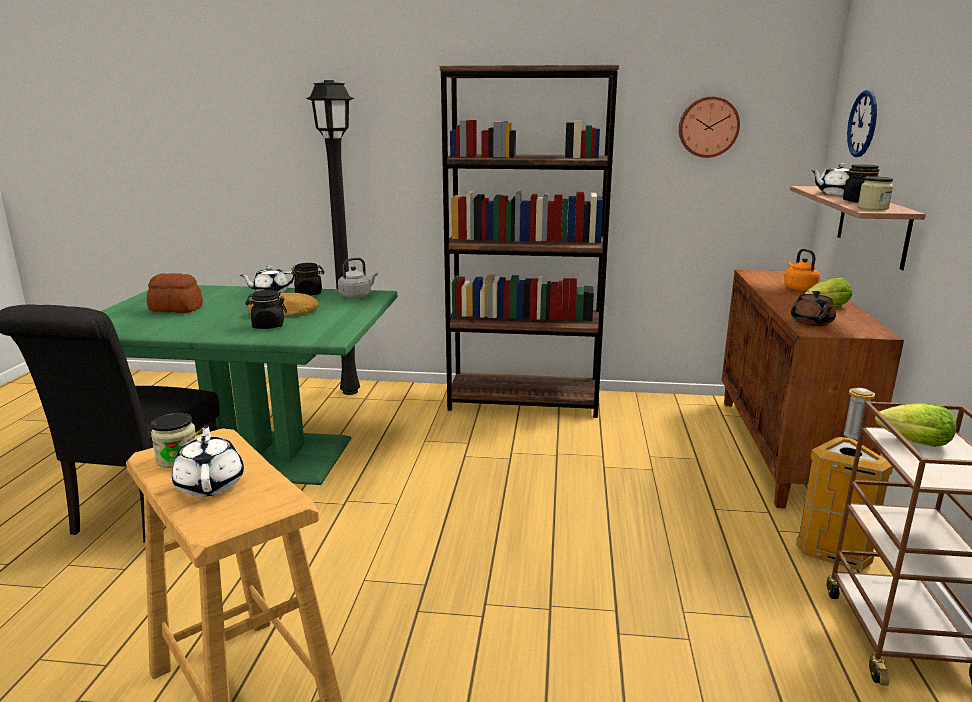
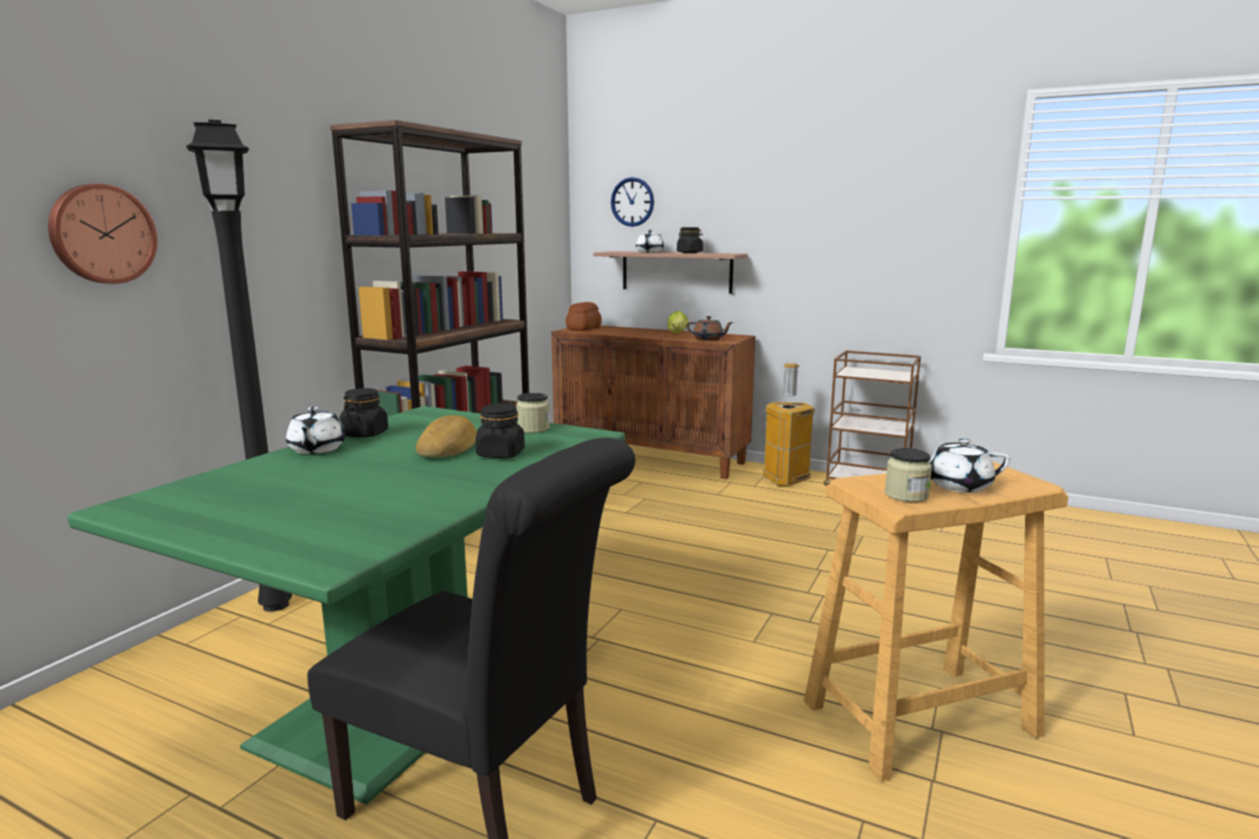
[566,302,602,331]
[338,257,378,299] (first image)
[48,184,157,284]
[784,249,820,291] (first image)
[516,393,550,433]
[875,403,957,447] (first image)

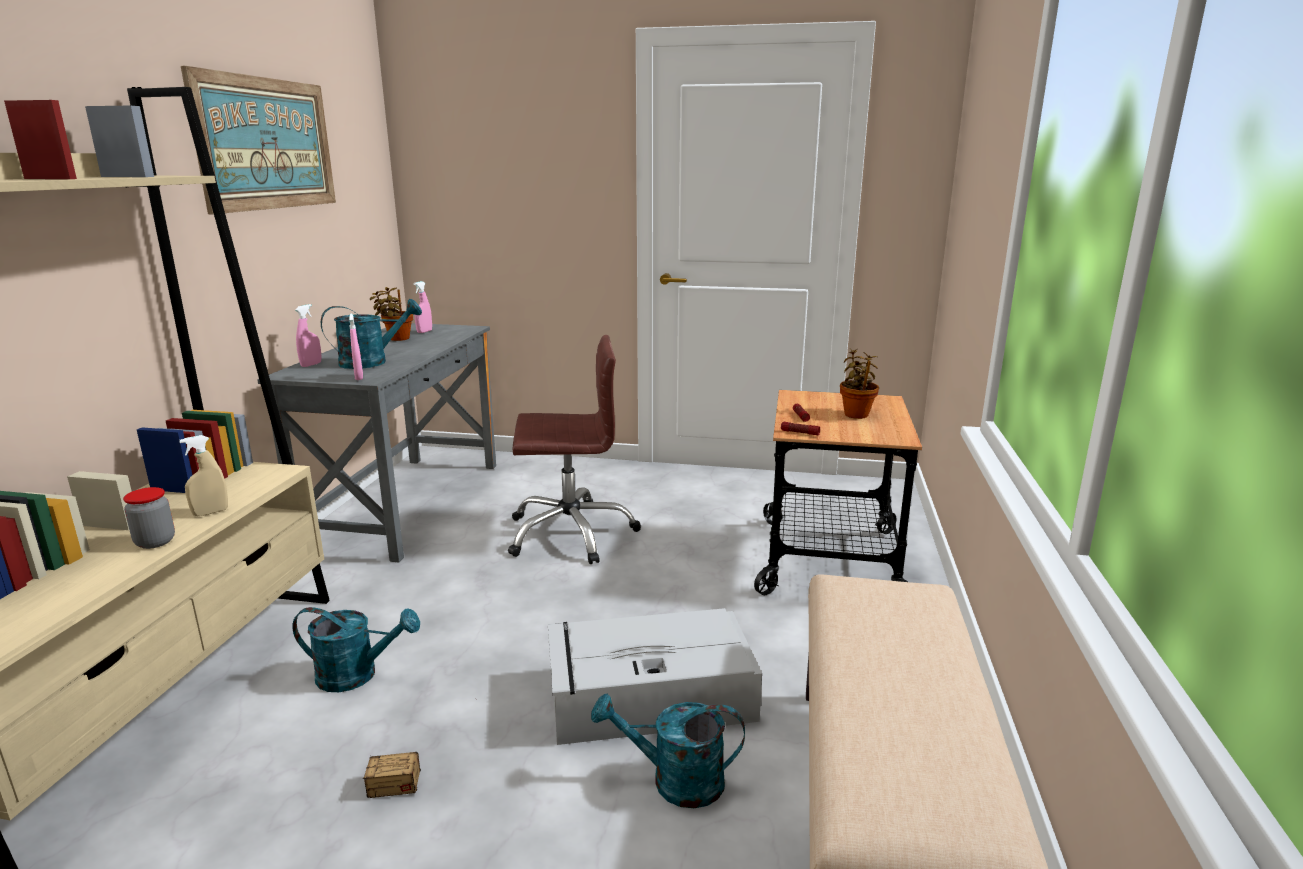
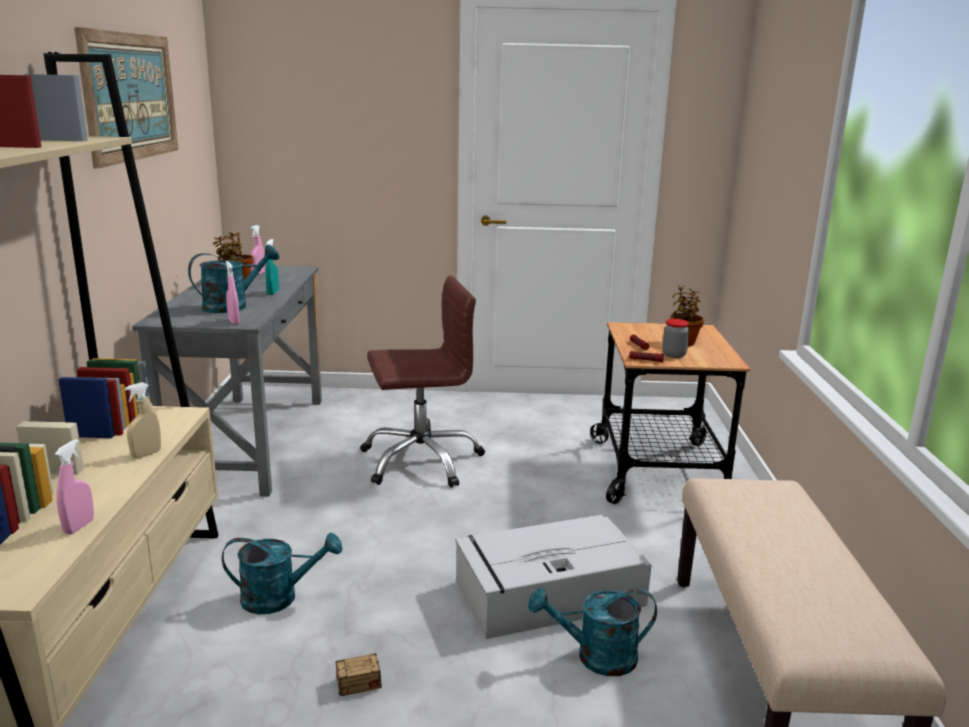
[662,319,689,358]
[55,439,94,535]
[266,239,279,295]

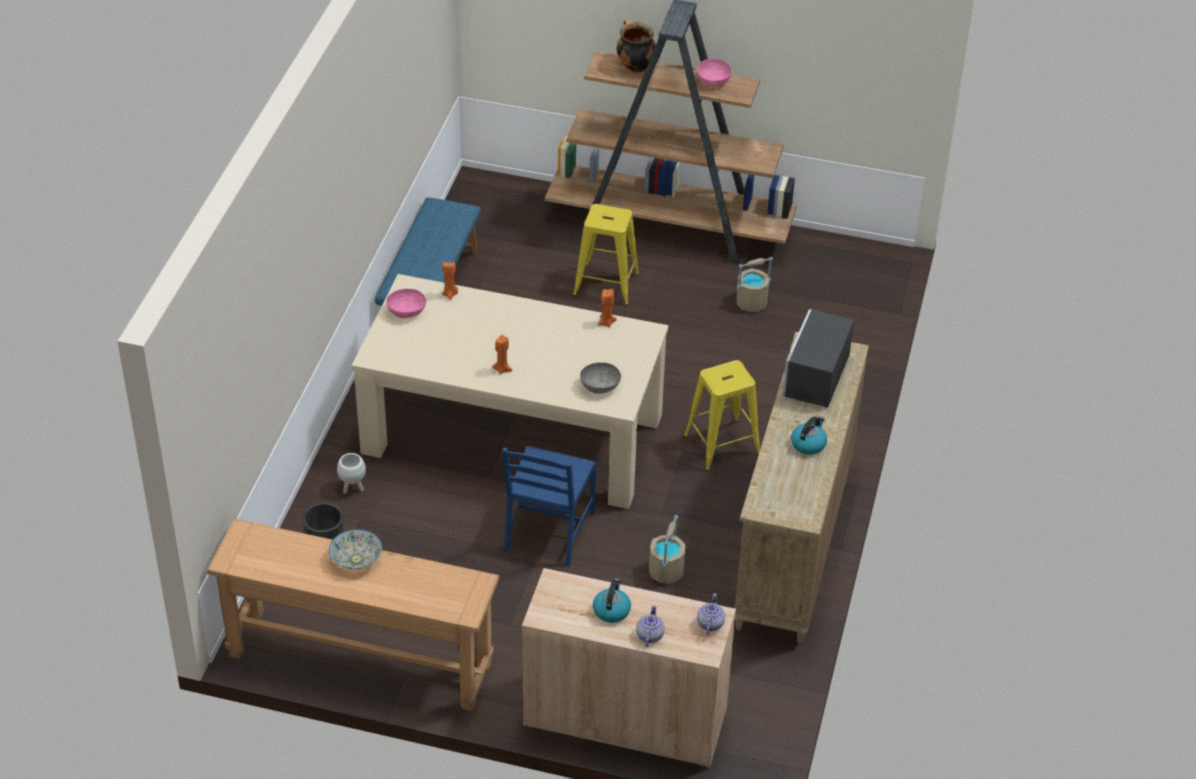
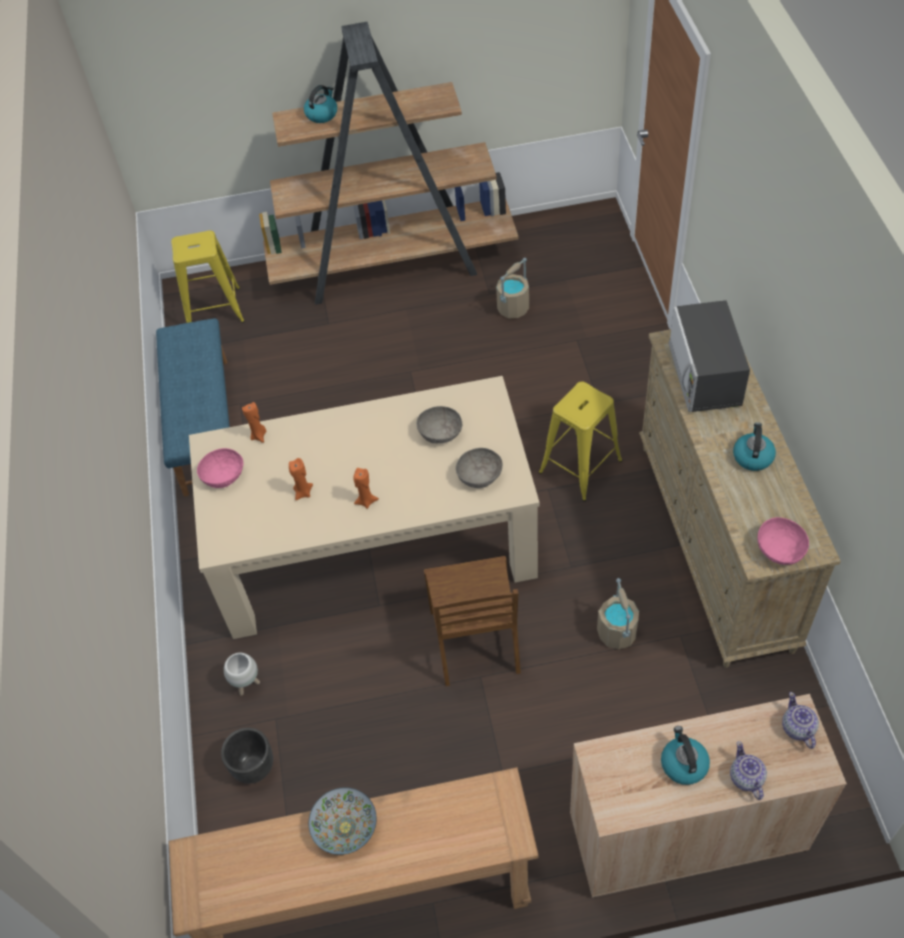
[424,556,521,686]
[171,230,245,323]
[289,458,313,500]
[304,85,337,123]
[757,517,809,565]
[416,406,462,444]

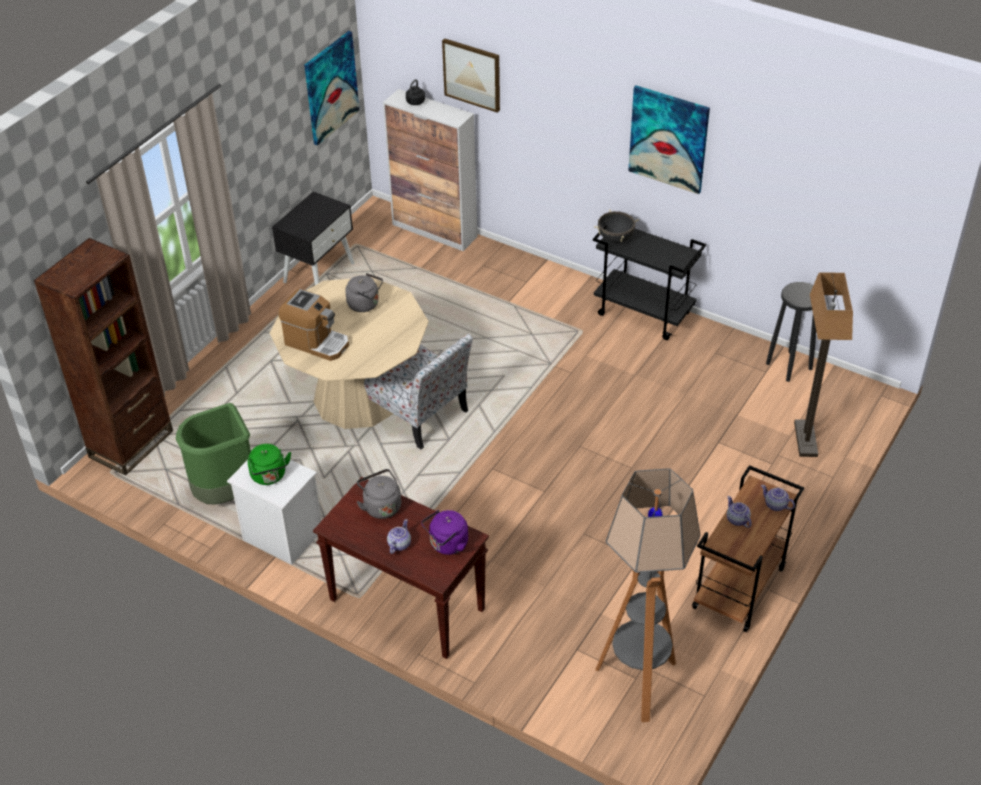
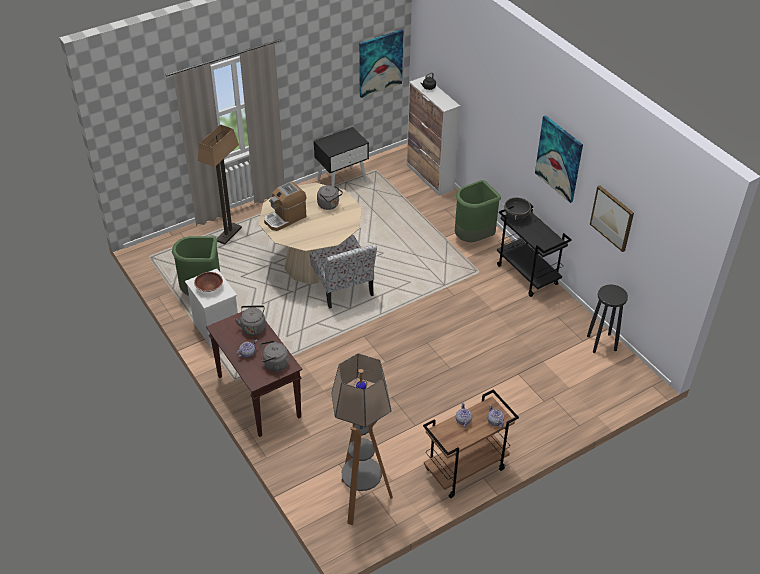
[34,238,173,475] (first image)
[194,272,223,292]
[264,182,306,231]
[260,340,289,372]
[590,185,634,252]
[198,124,242,245]
[455,180,501,242]

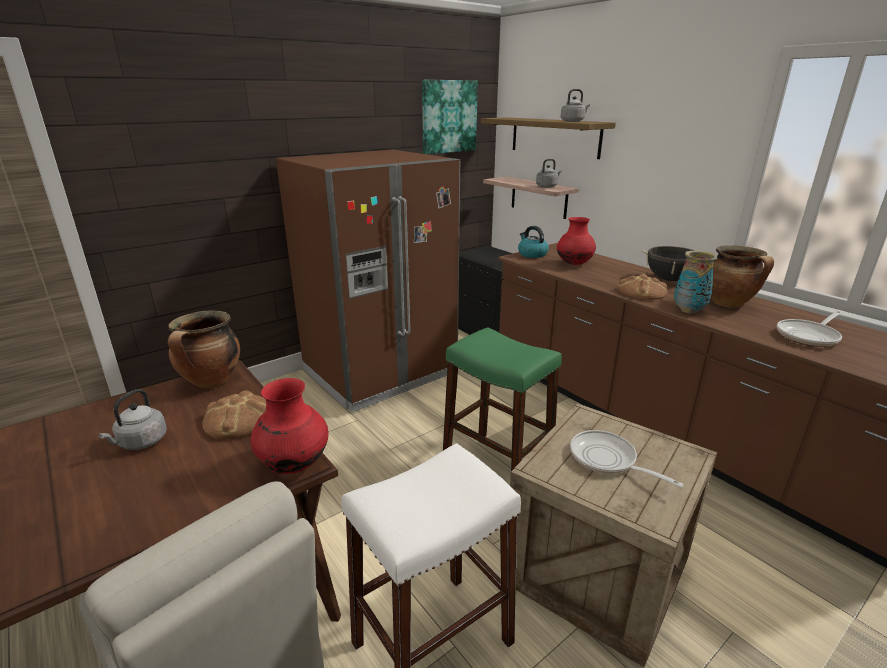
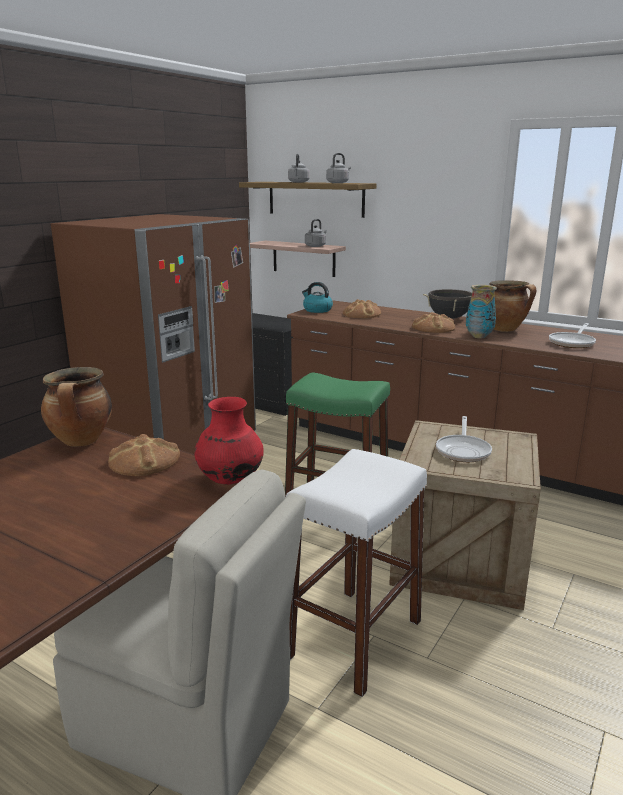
[288,154,310,182]
[422,80,478,154] (first image)
[343,299,381,318]
[436,416,492,462]

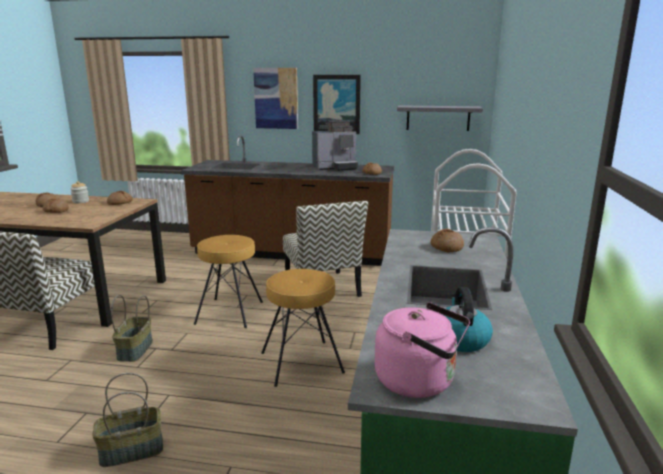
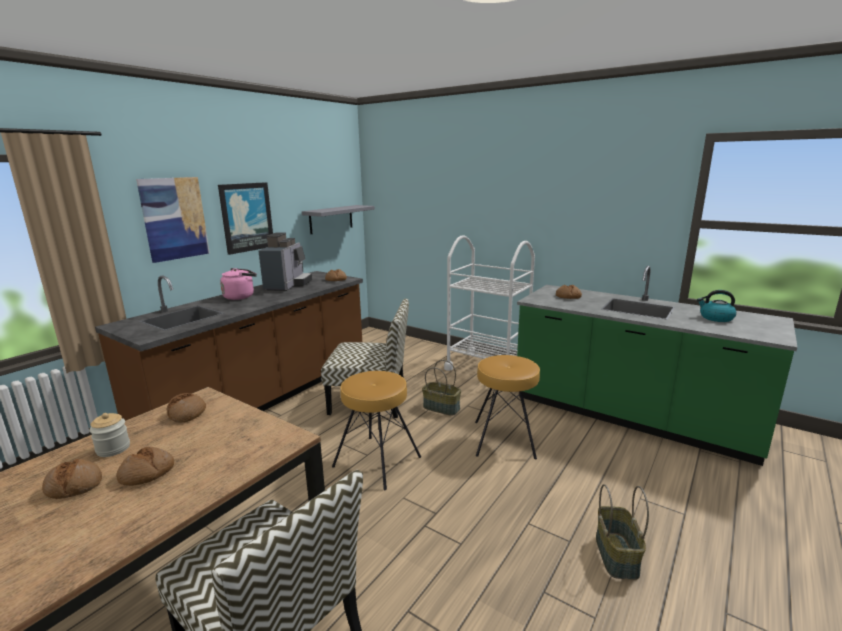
[422,360,461,416]
[220,268,257,300]

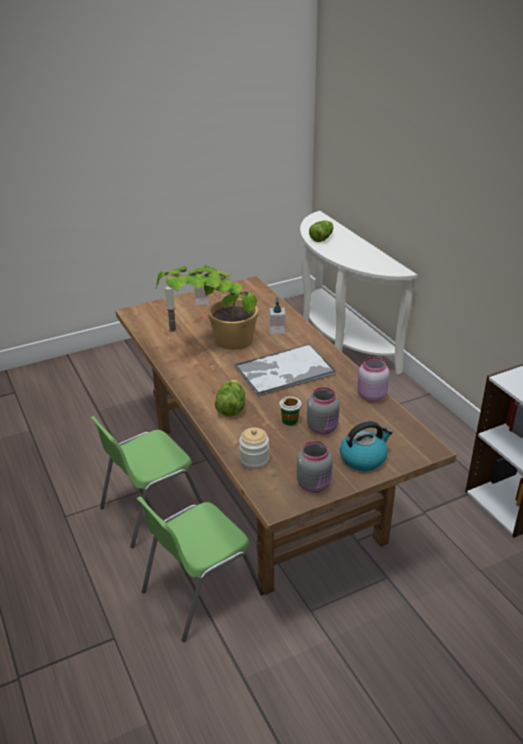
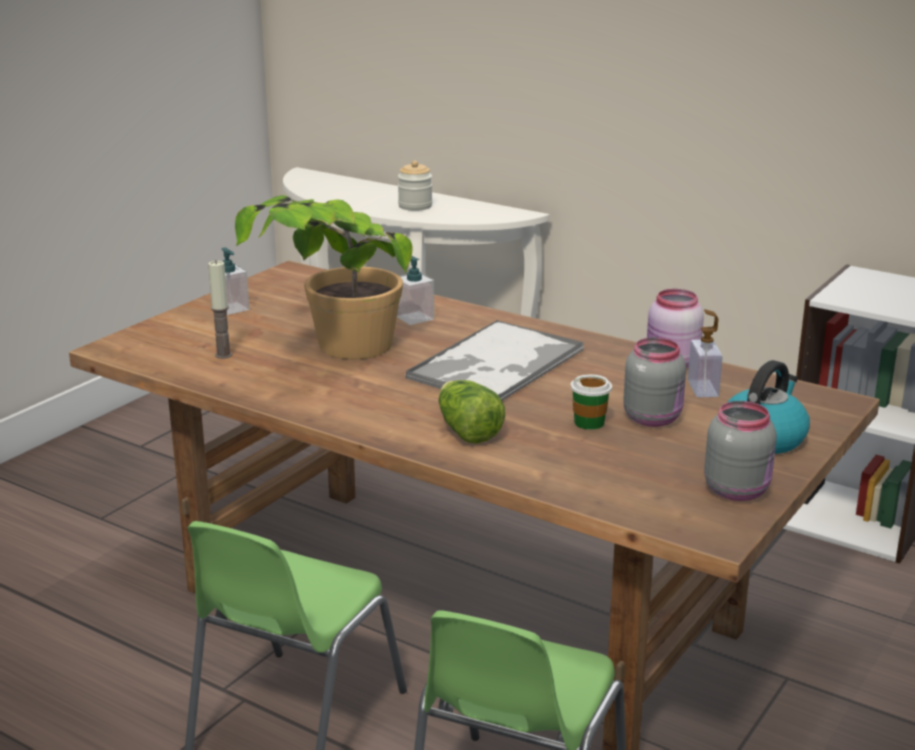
[398,161,432,211]
[309,221,333,242] (first image)
[688,309,723,397]

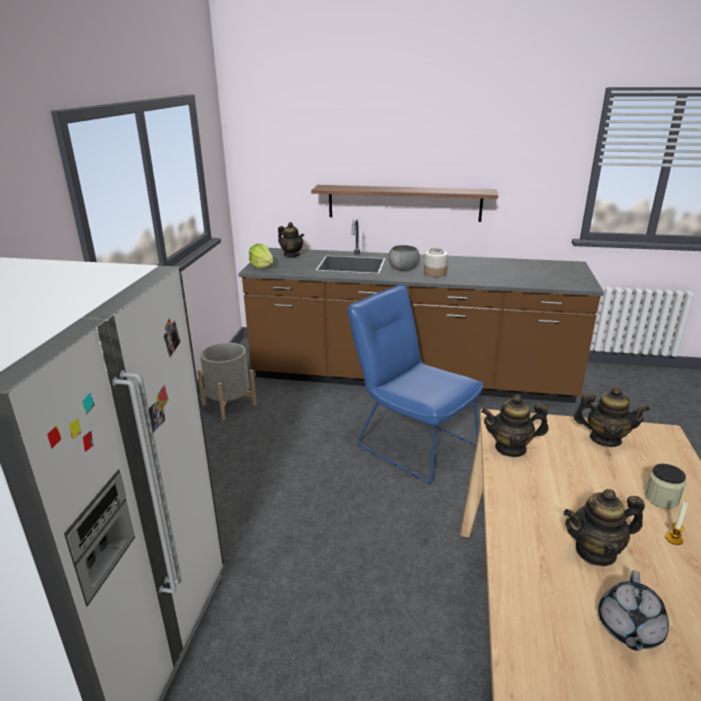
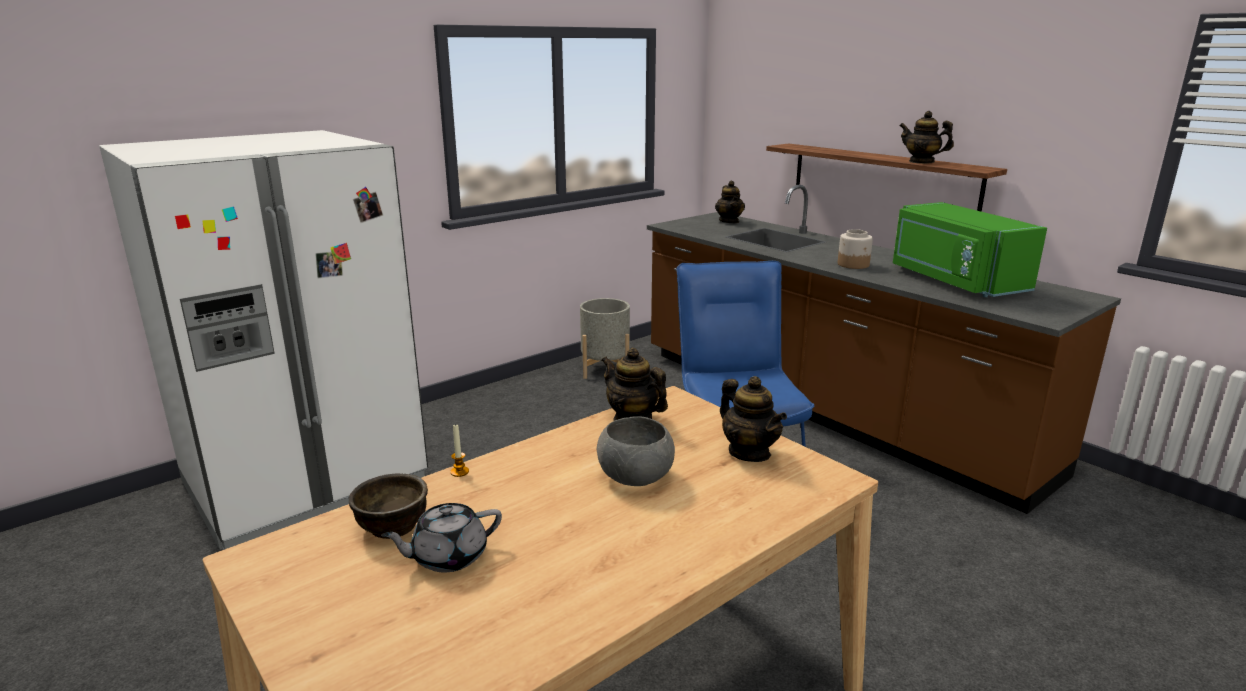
[249,244,273,269] (first image)
[597,416,675,486]
[899,111,954,164]
[645,464,686,509] (first image)
[450,423,469,477]
[349,473,428,539]
[893,202,1047,297]

